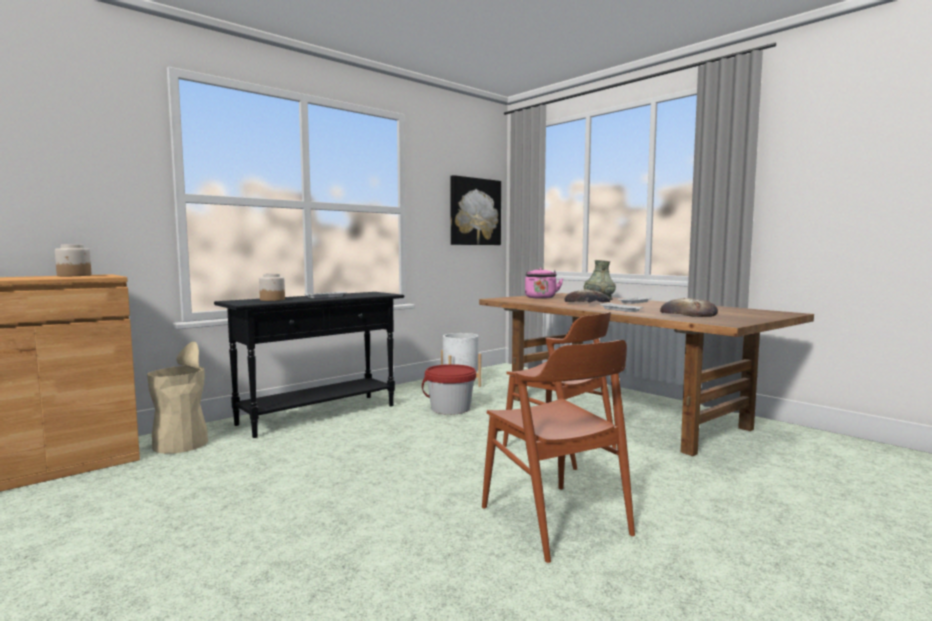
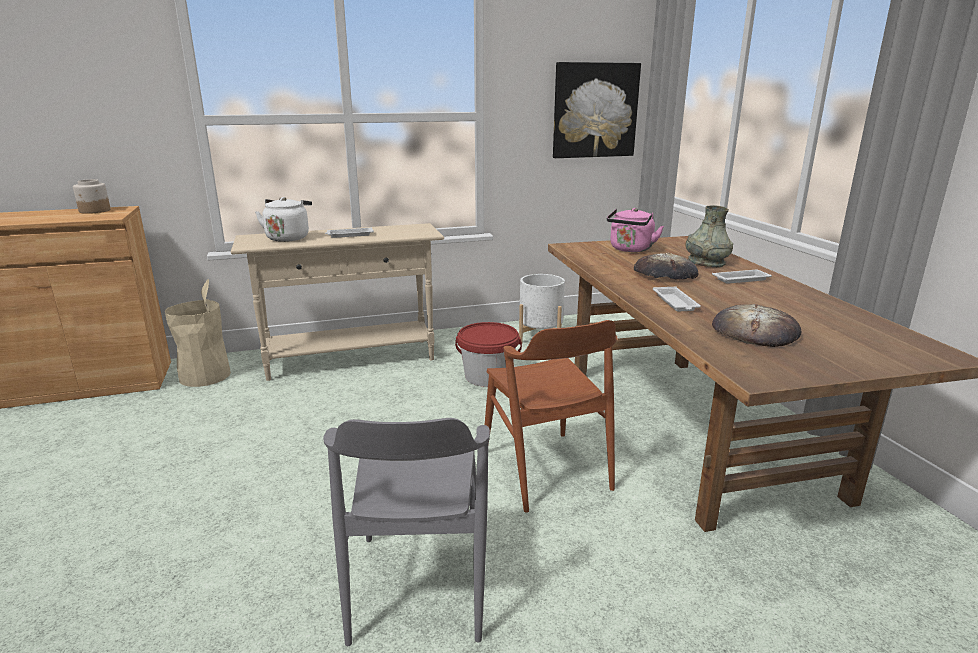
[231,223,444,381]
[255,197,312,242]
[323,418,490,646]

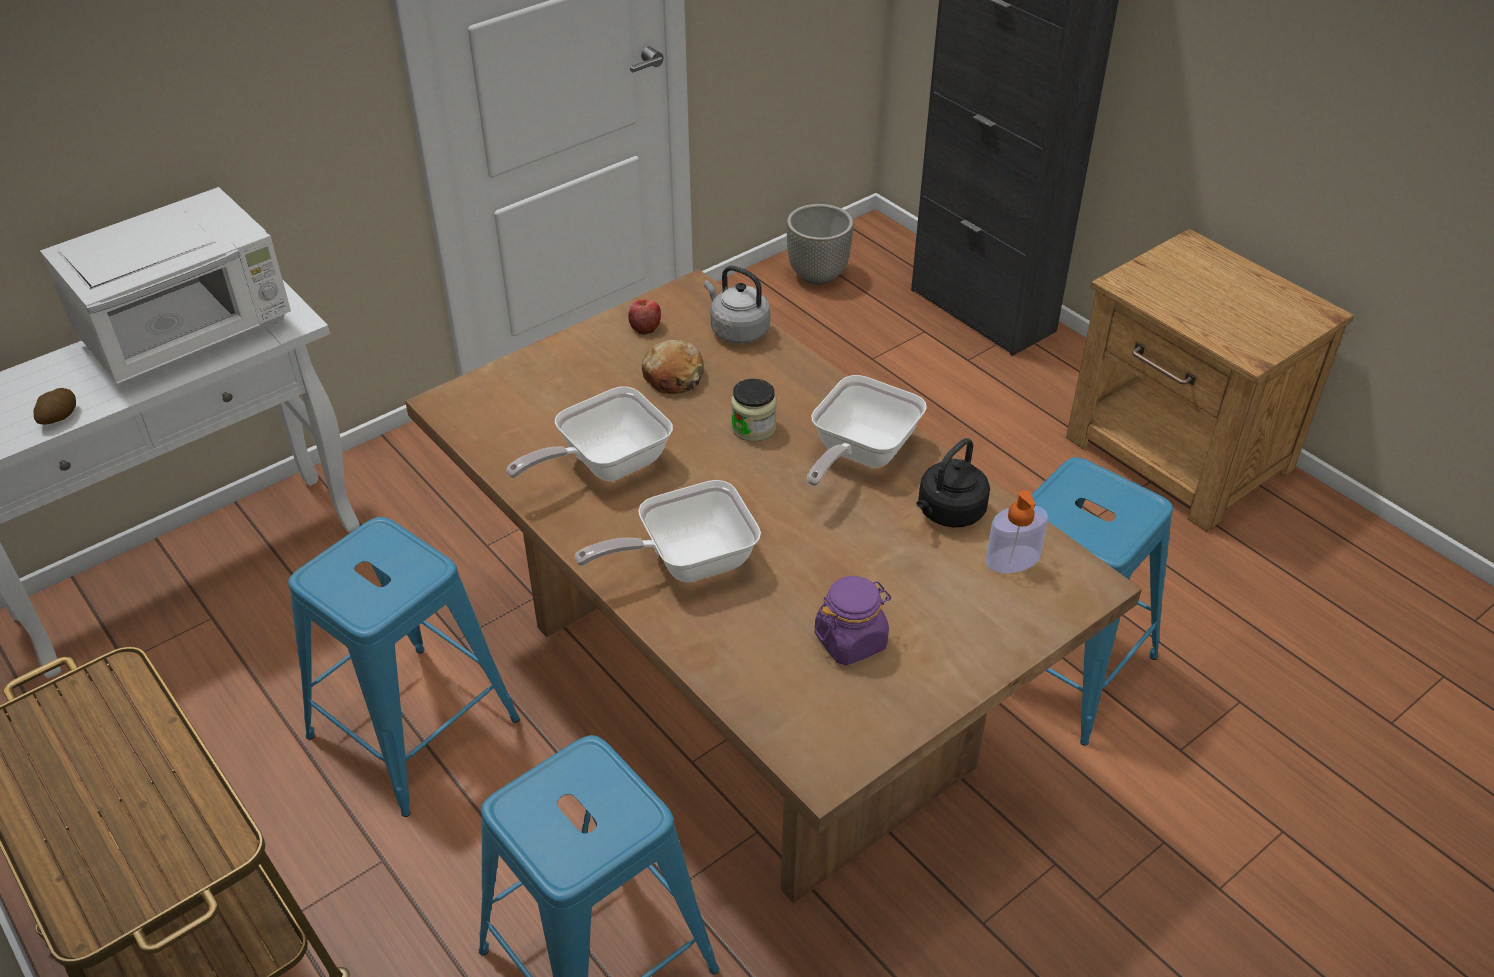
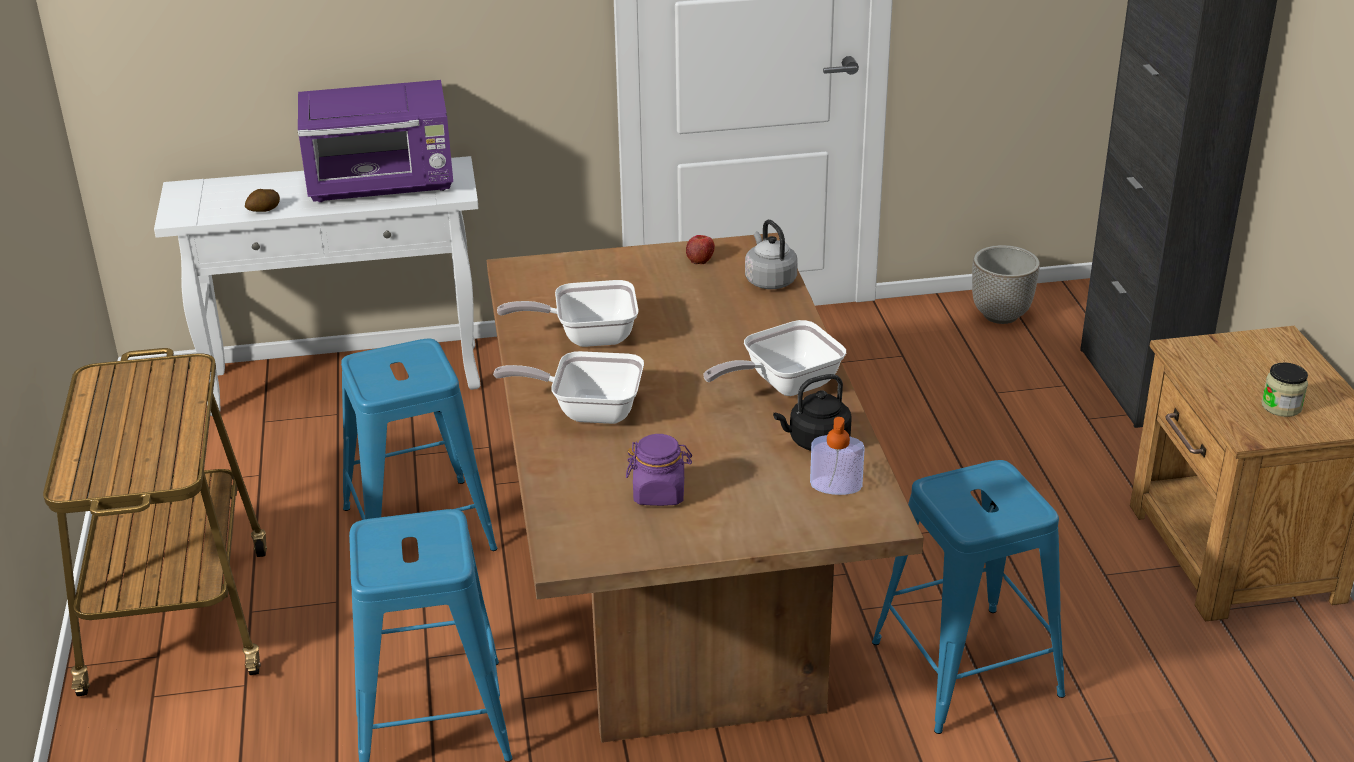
[298,80,453,202]
[642,340,704,394] (first image)
[1261,362,1308,417]

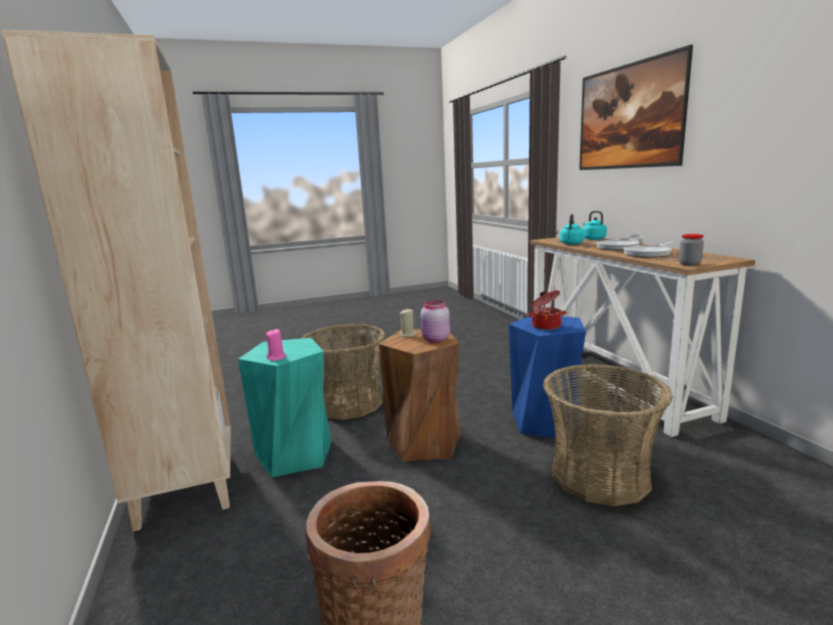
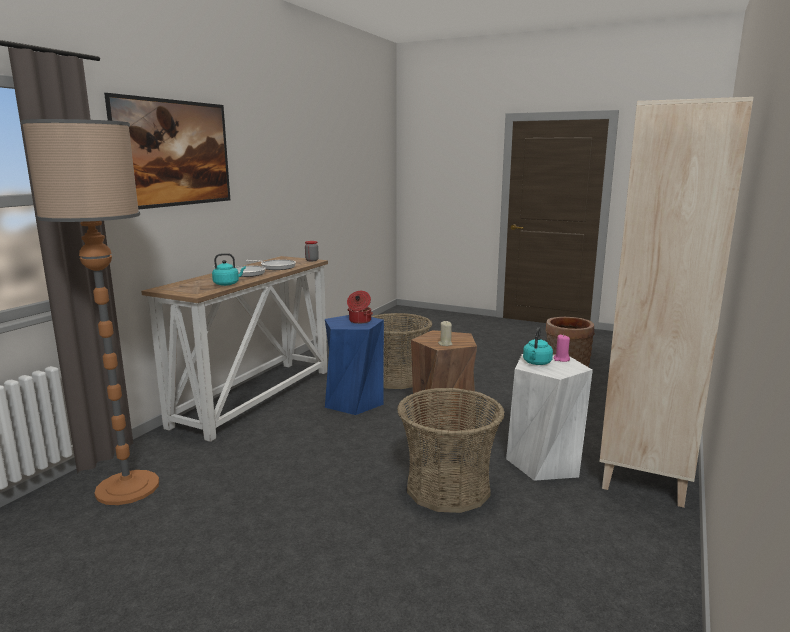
[506,354,593,481]
[421,300,450,343] (first image)
[523,327,553,365]
[20,119,159,505]

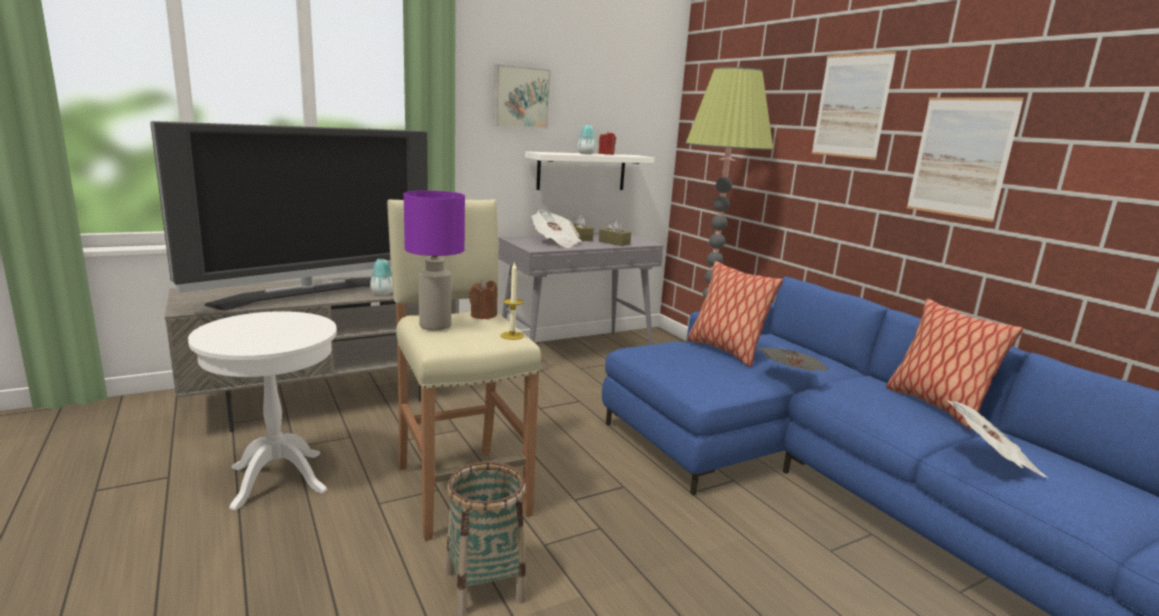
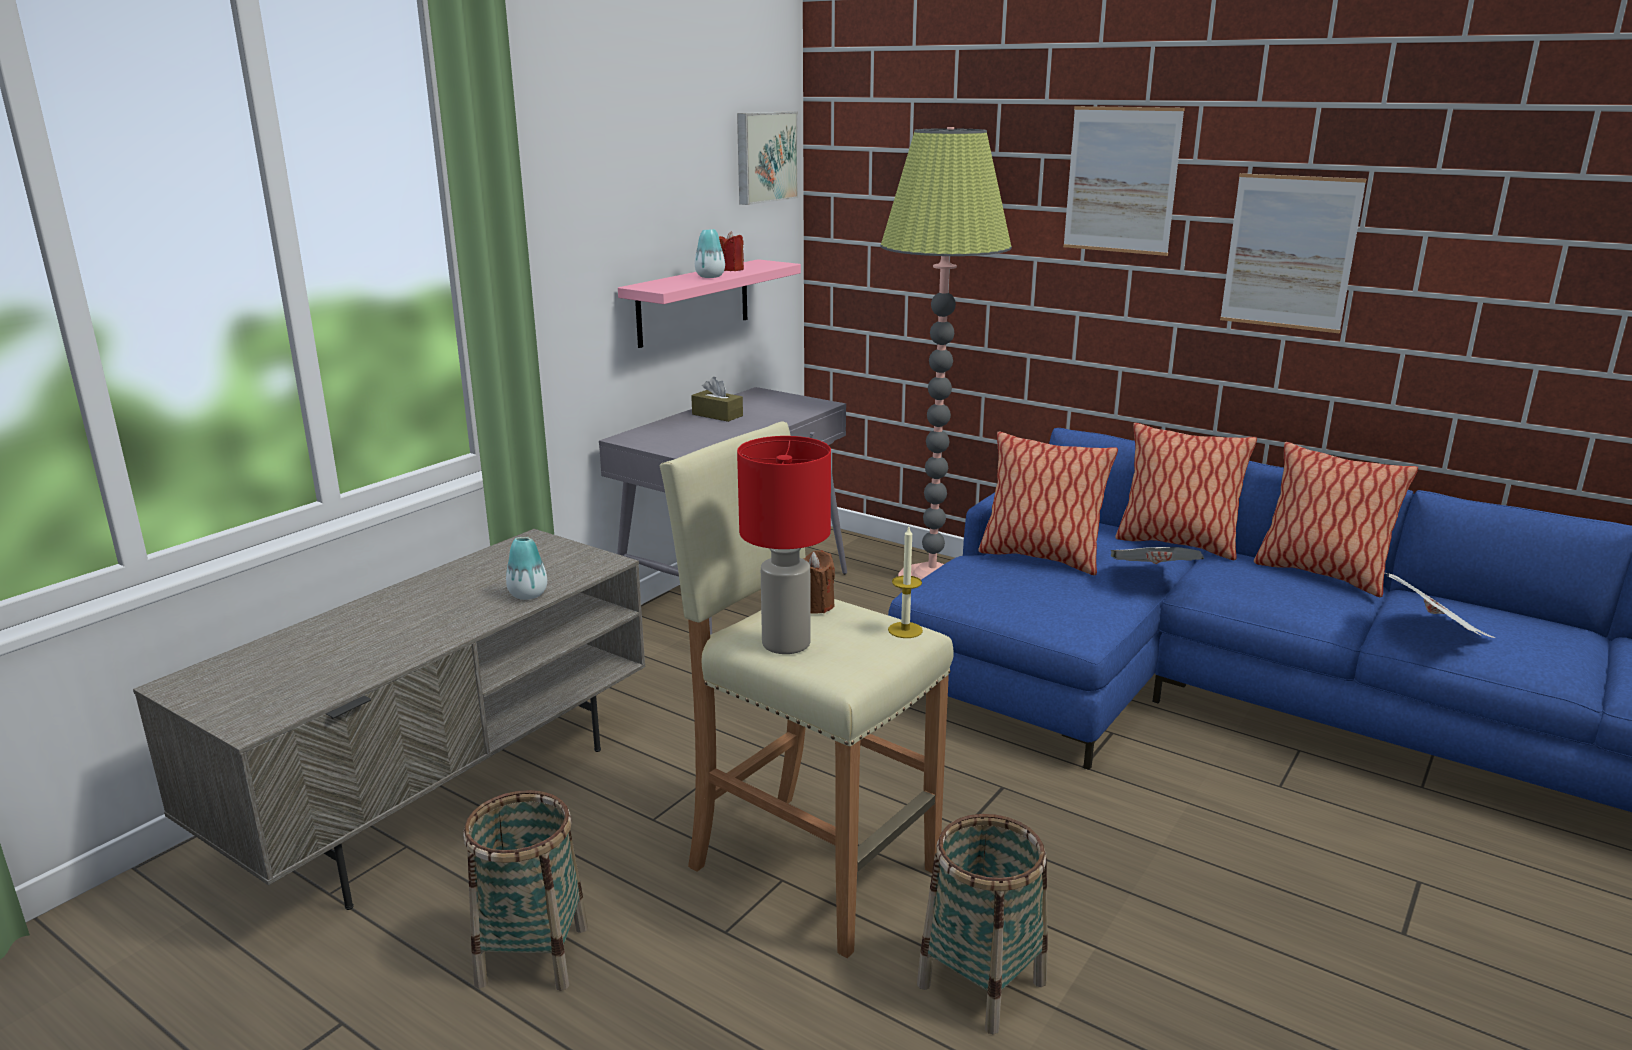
[150,121,428,310] (first image)
[463,790,588,991]
[737,436,831,654]
[737,111,798,205]
[618,259,801,348]
[531,210,582,248] (first image)
[599,219,631,246] (first image)
[1115,423,1257,560]

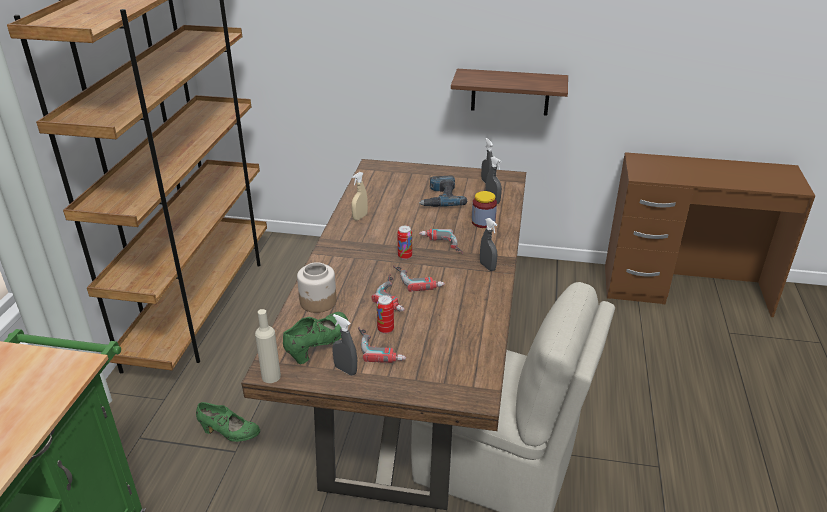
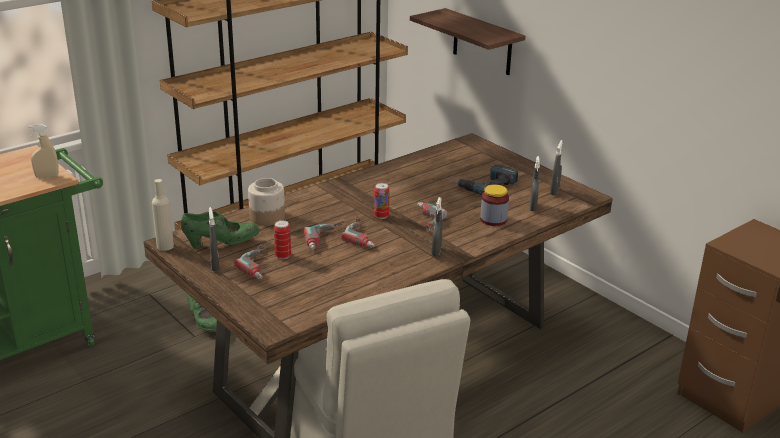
[28,124,59,178]
[410,8,525,75]

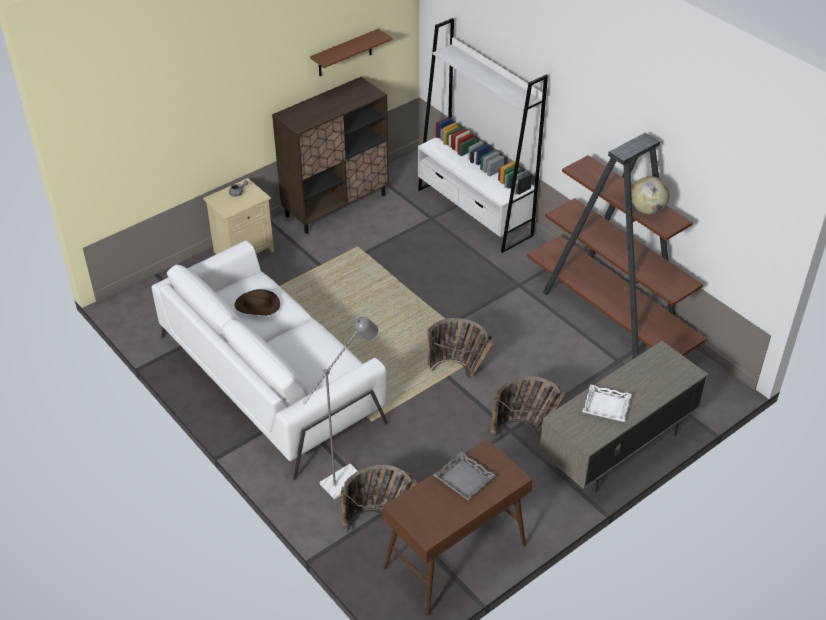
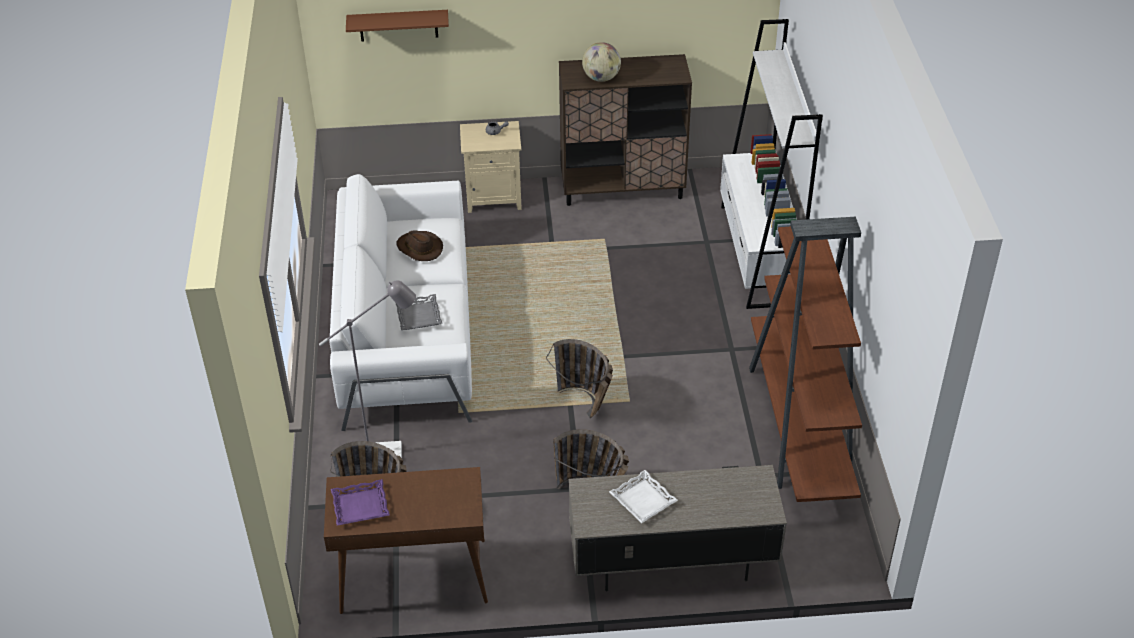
[346,10,449,42]
[396,294,442,330]
[582,42,621,82]
[331,479,390,526]

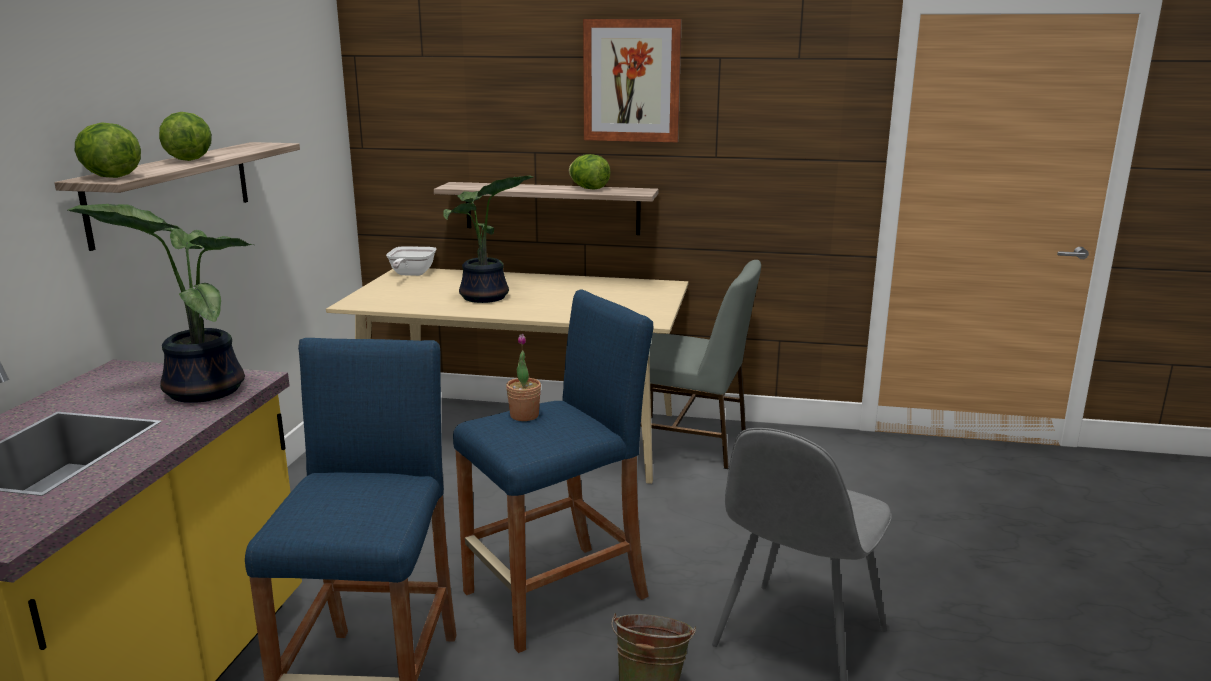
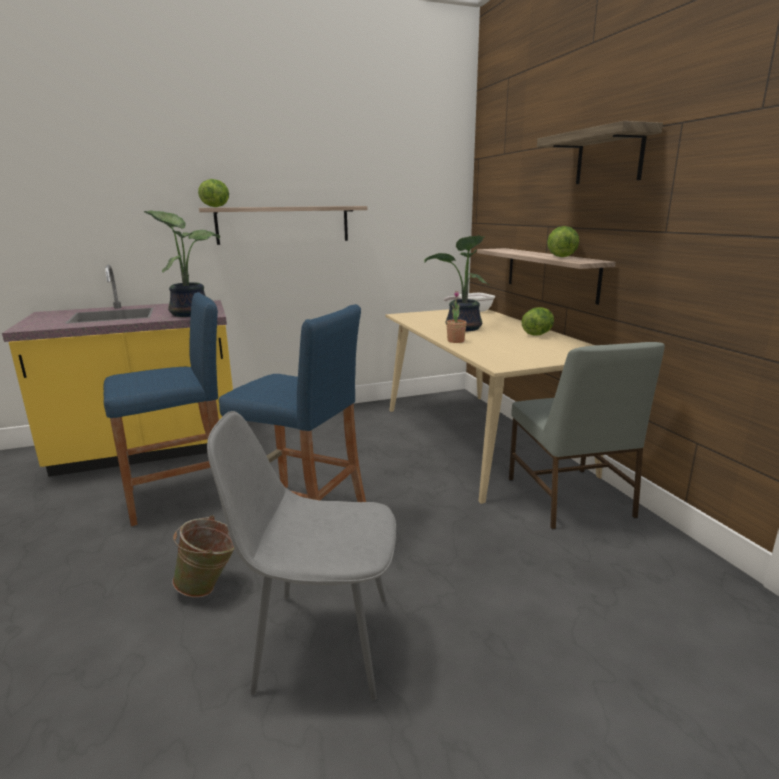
[521,307,554,335]
[446,291,467,343]
[537,121,663,184]

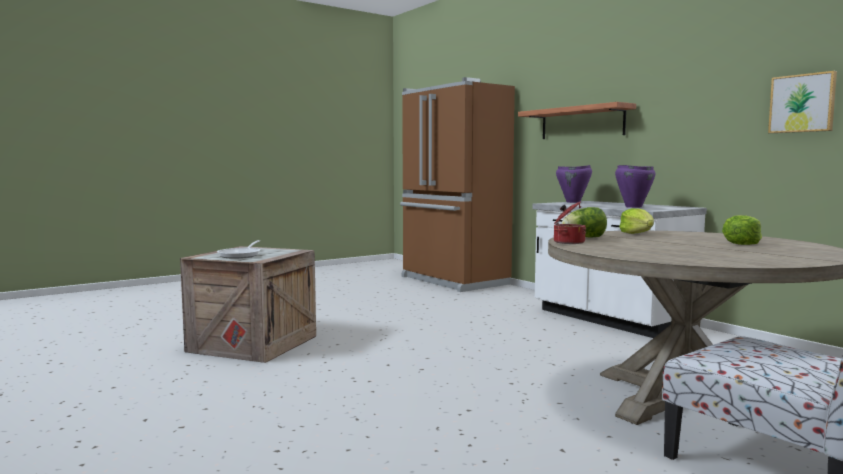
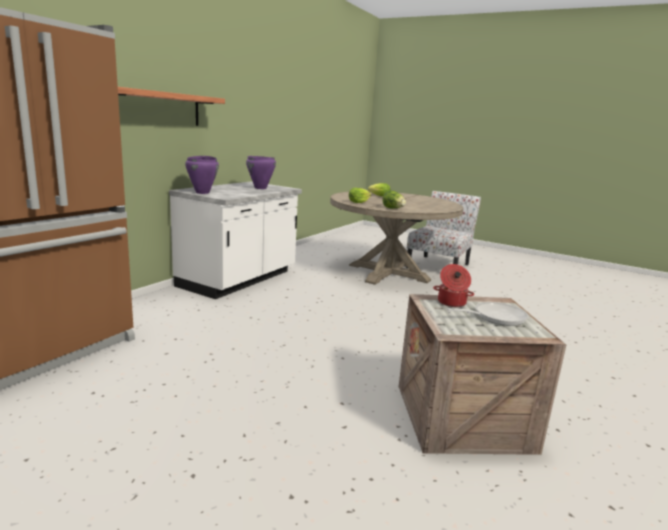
[433,264,474,307]
[768,71,837,133] (first image)

